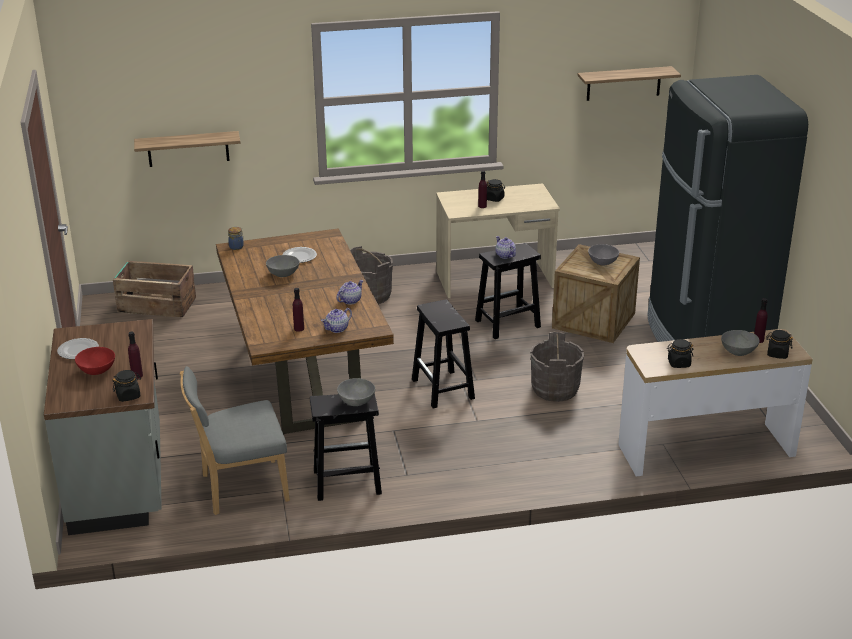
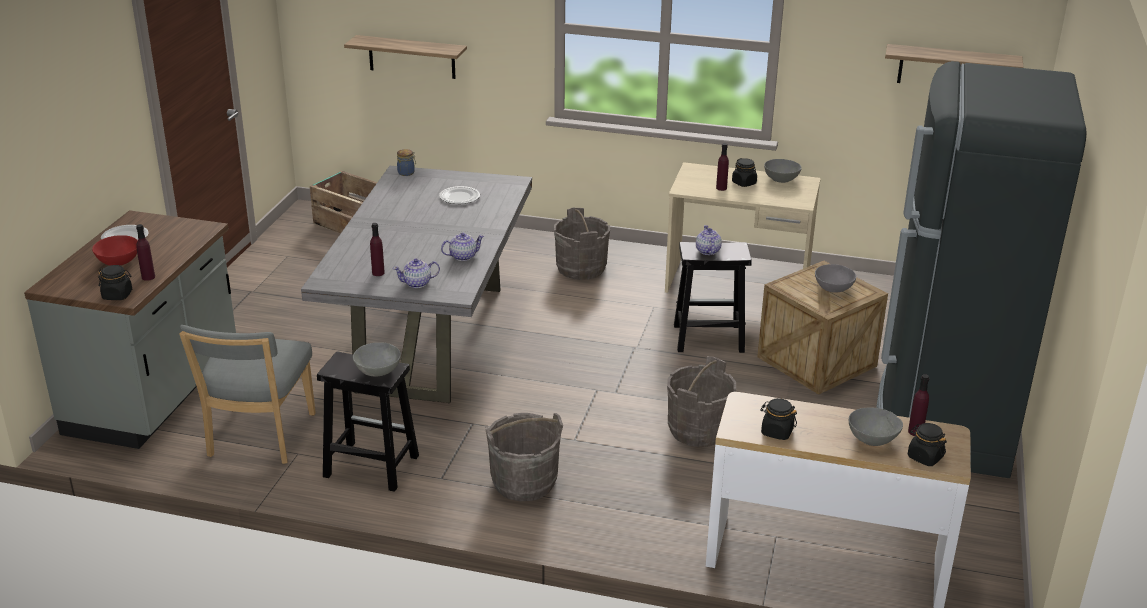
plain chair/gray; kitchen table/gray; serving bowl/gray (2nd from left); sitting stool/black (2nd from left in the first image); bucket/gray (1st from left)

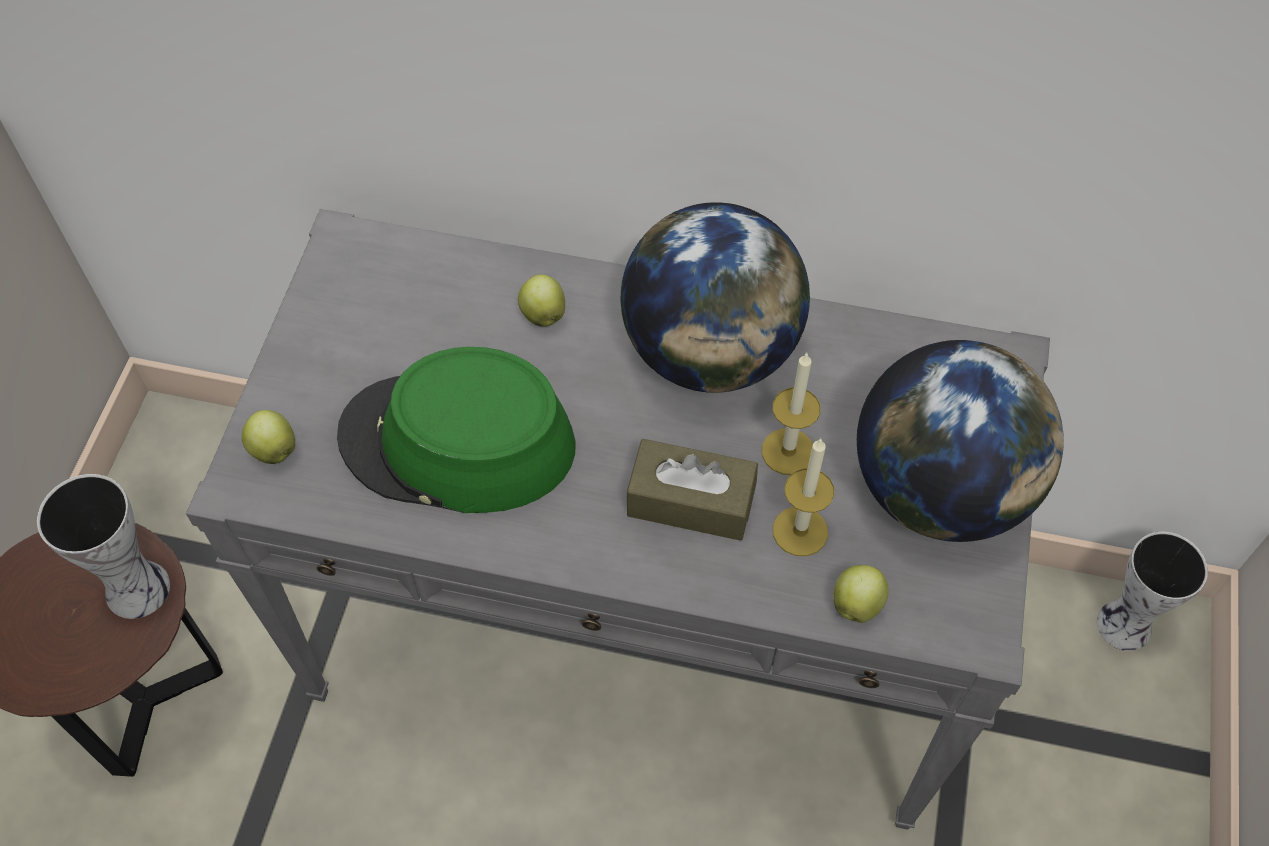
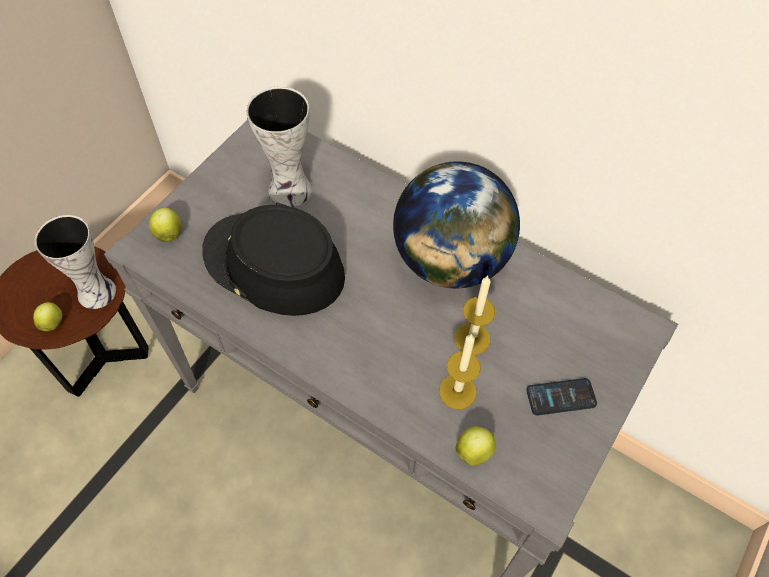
wearable hat/black; apple fruit (1st from left); tissue box/brownish; telephone; vase (2nd from left)

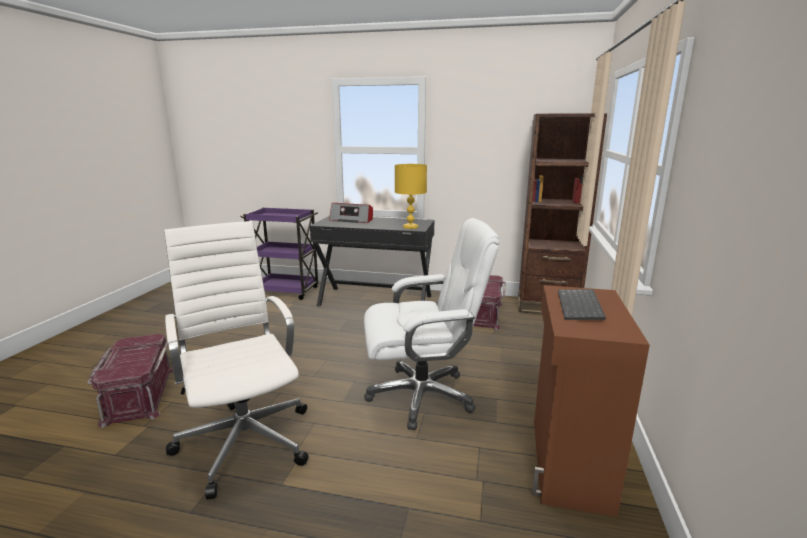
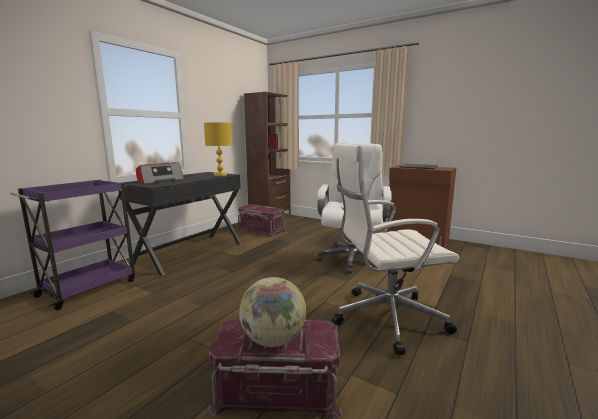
desk globe

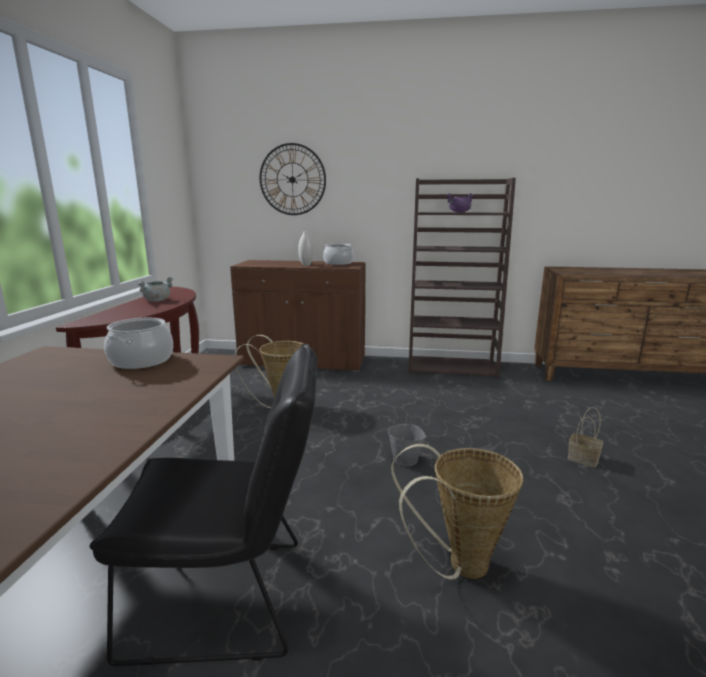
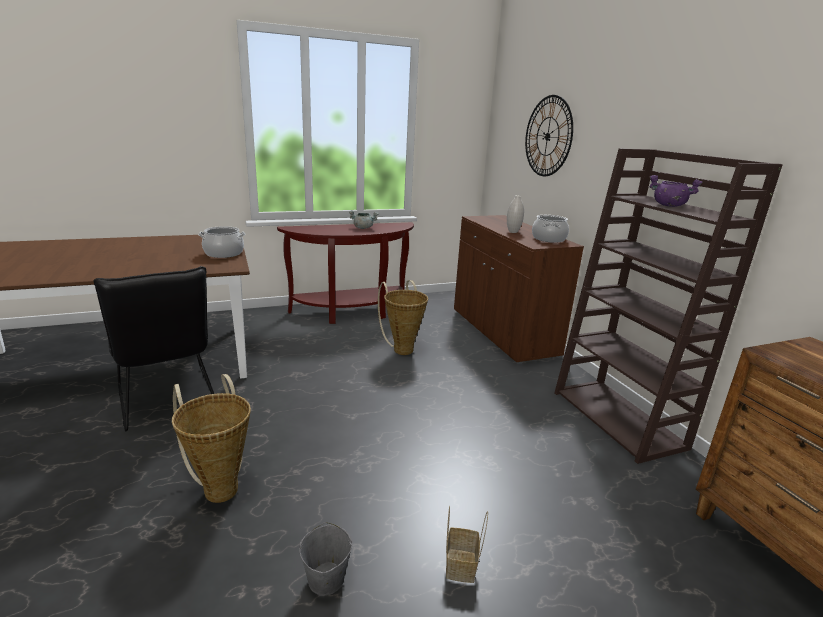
bucket/gray

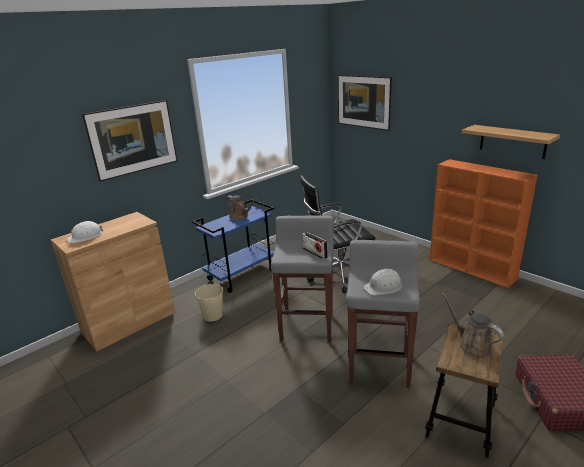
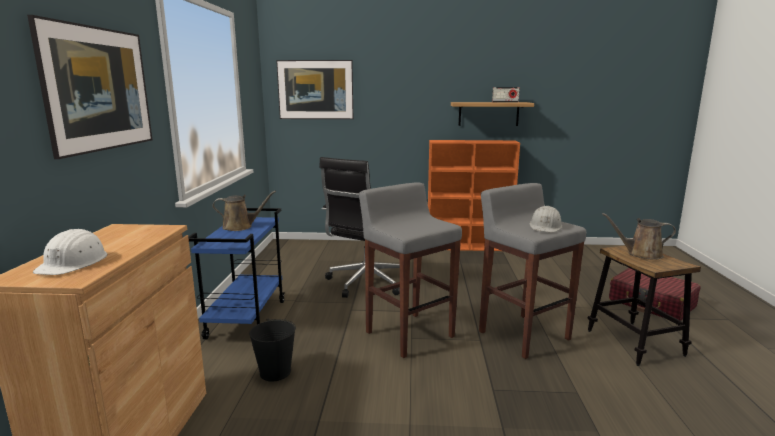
bucket/black; radio set

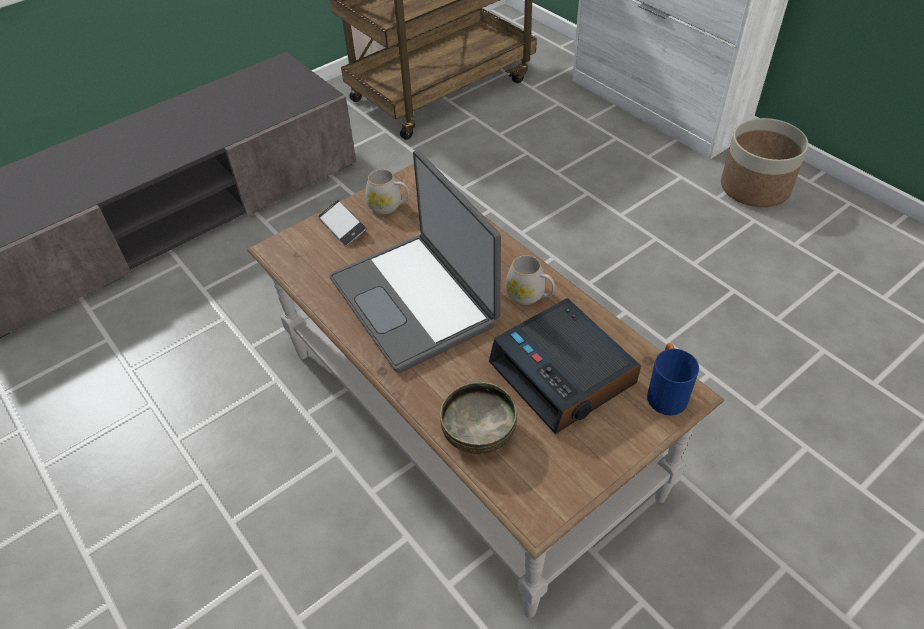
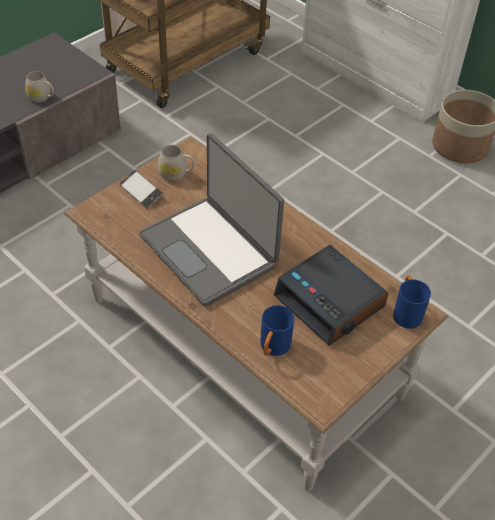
coffee mug/blue (1st from left); coffee mug/whitish (1st from left)

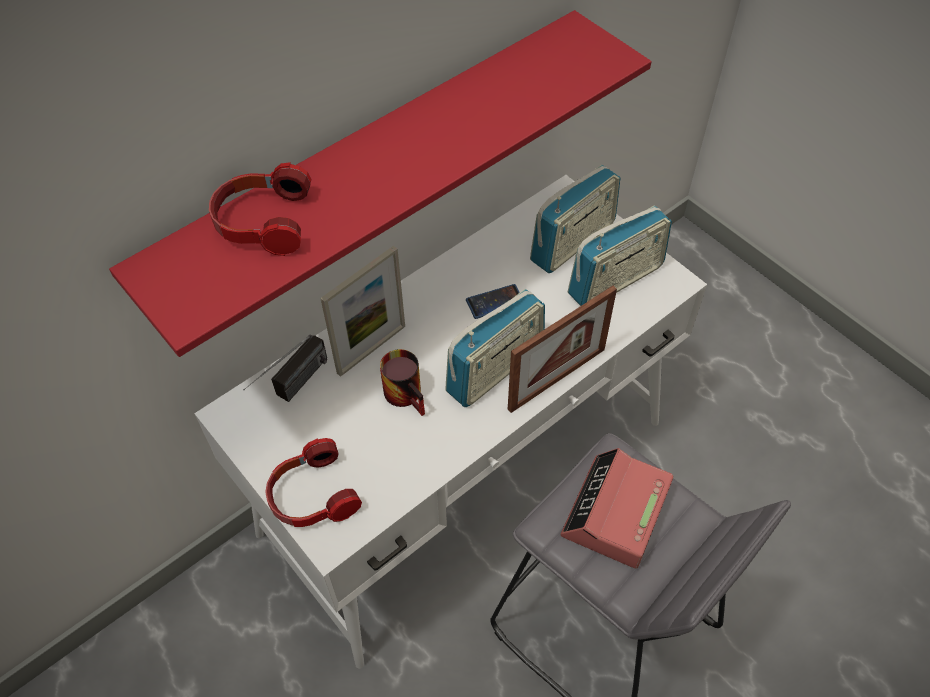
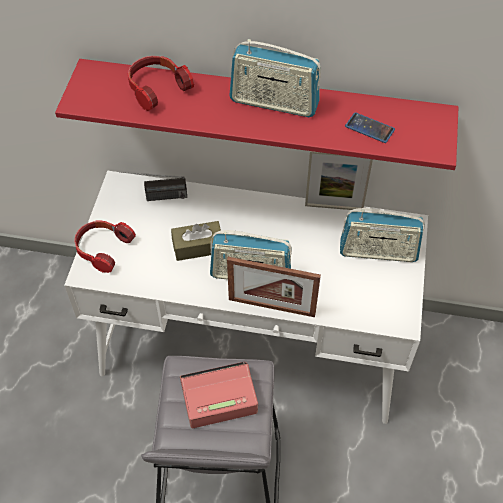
standing frame (2nd from left); tissue box/brownish; telephone; radio set (3rd from left)

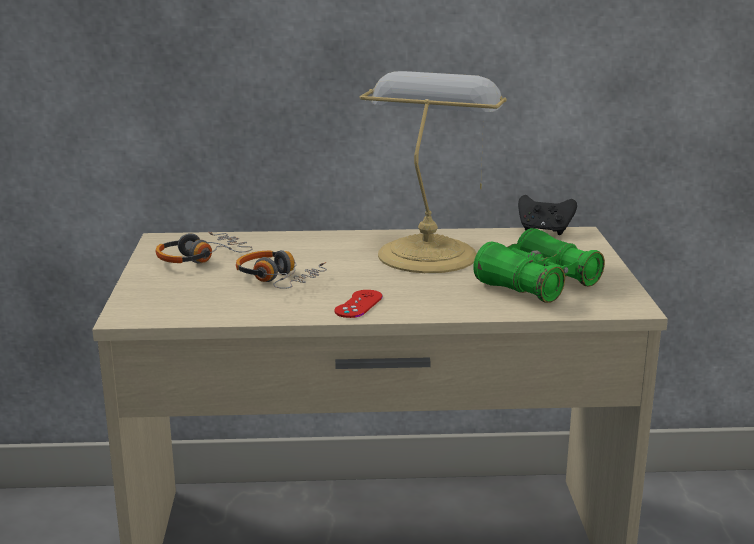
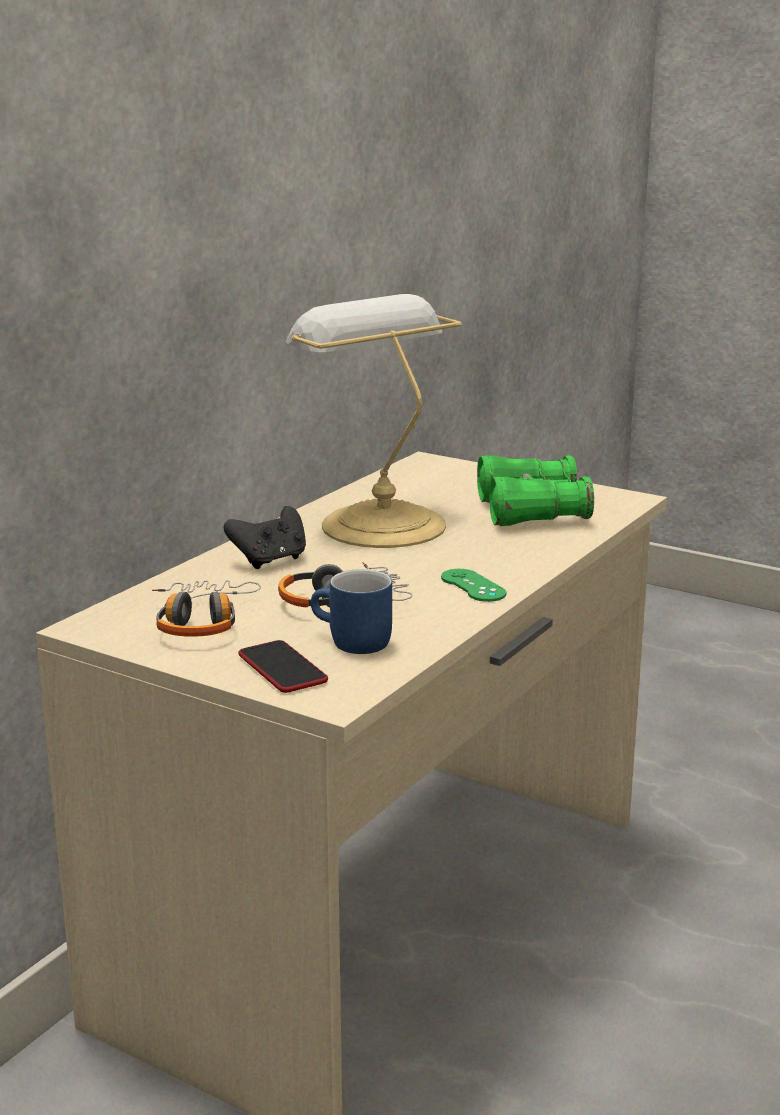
game controller/green-coloured; game controller/black; telephone; coffee mug/blue

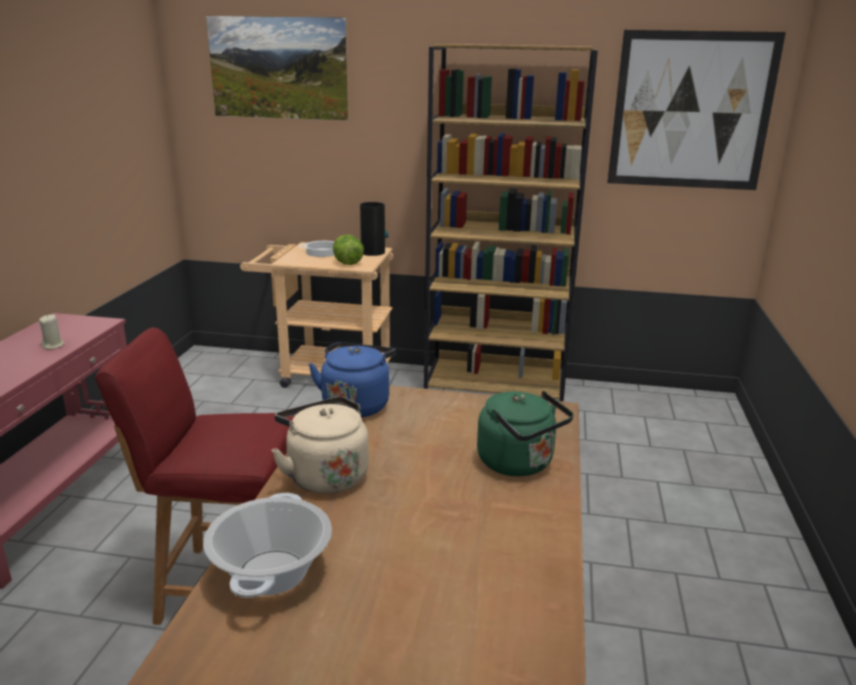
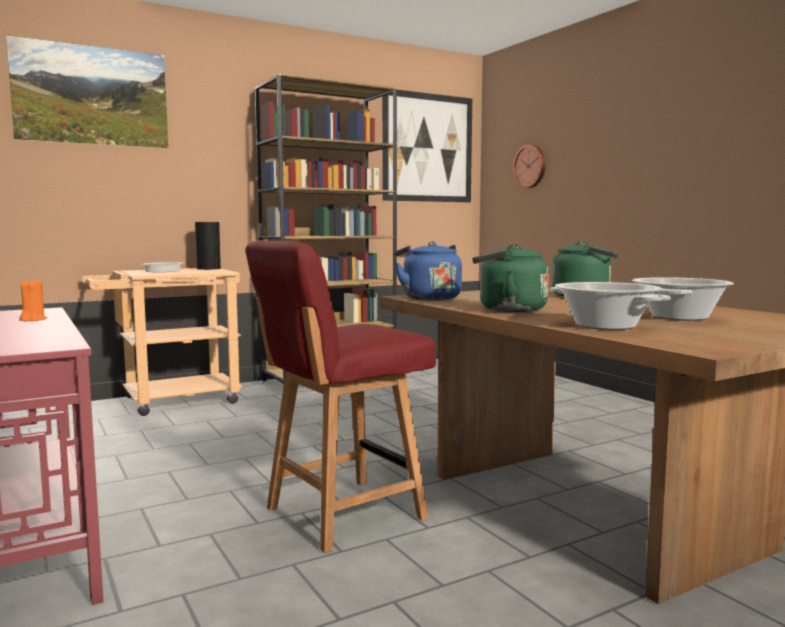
candle/orange; tea kettle/green-coloured (1st from left); lettuce head; clock on the wall; cooking pot (3rd from left)

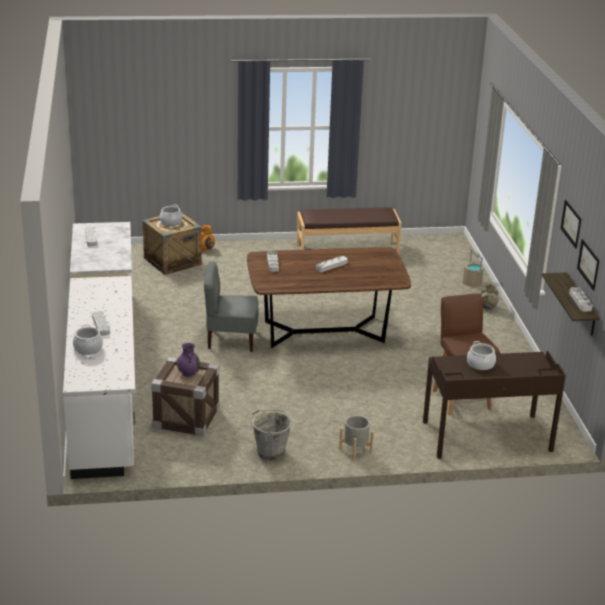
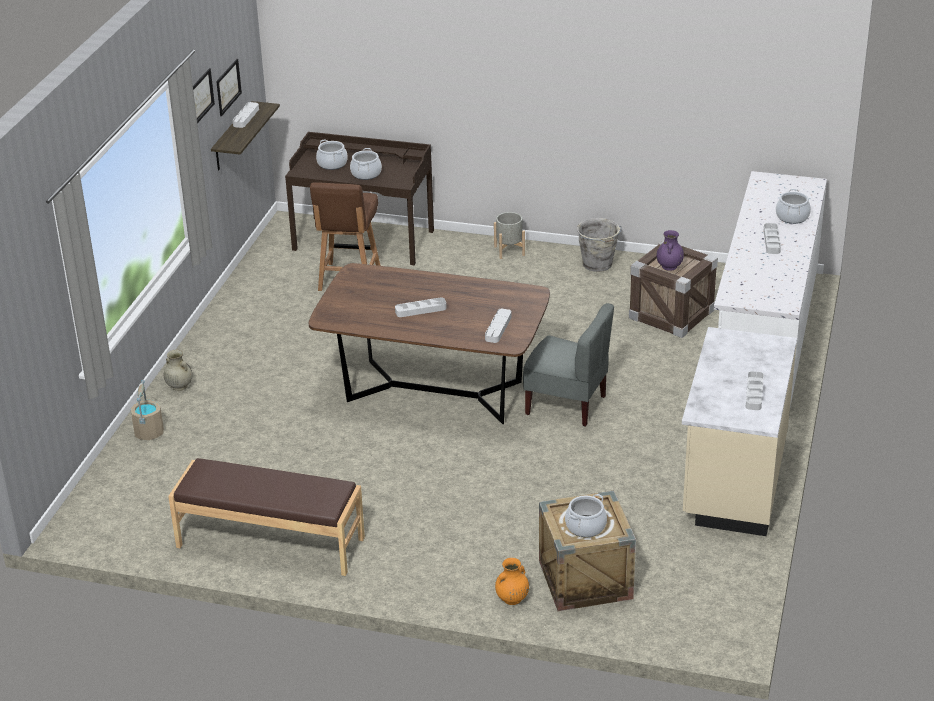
cooking pot (1st from left)

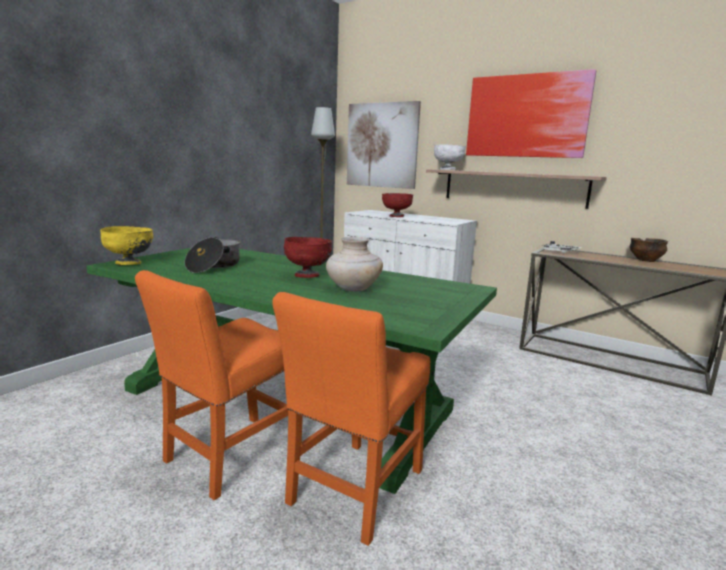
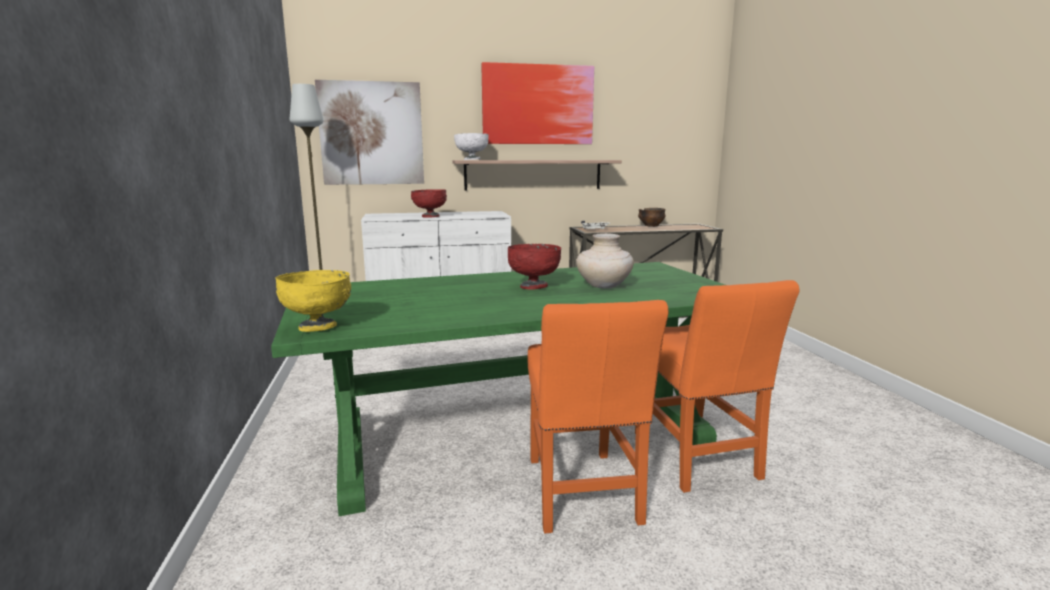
cooking pot

